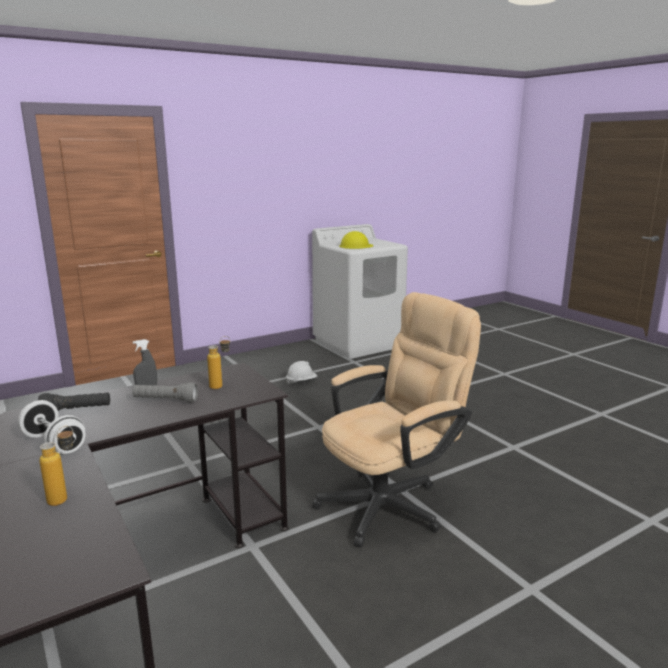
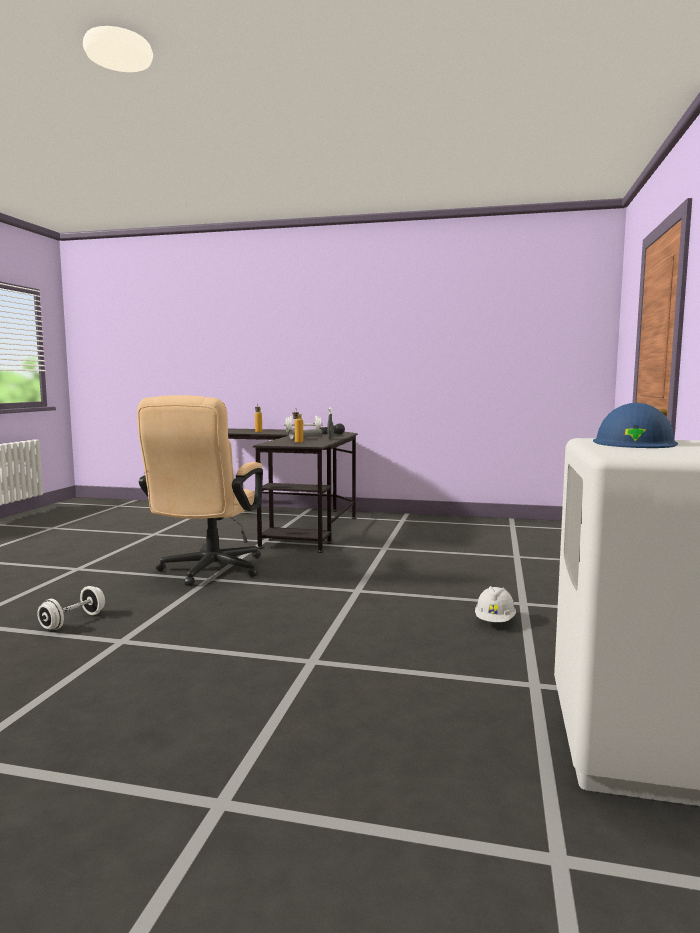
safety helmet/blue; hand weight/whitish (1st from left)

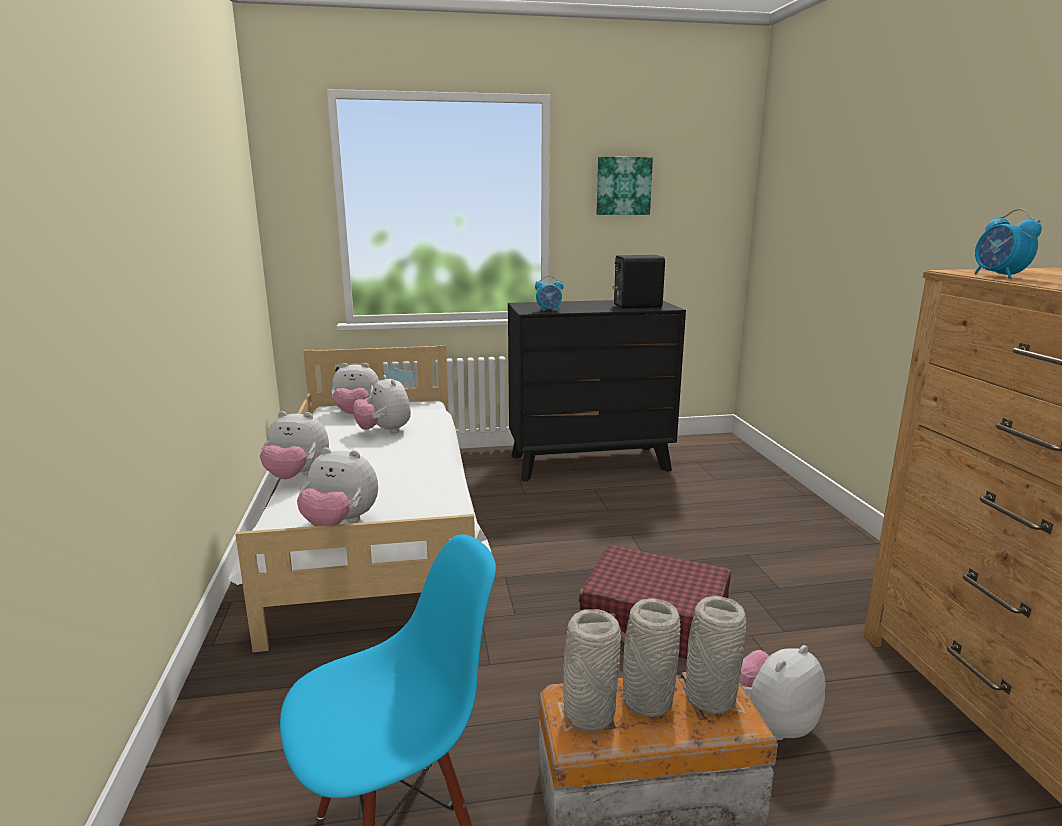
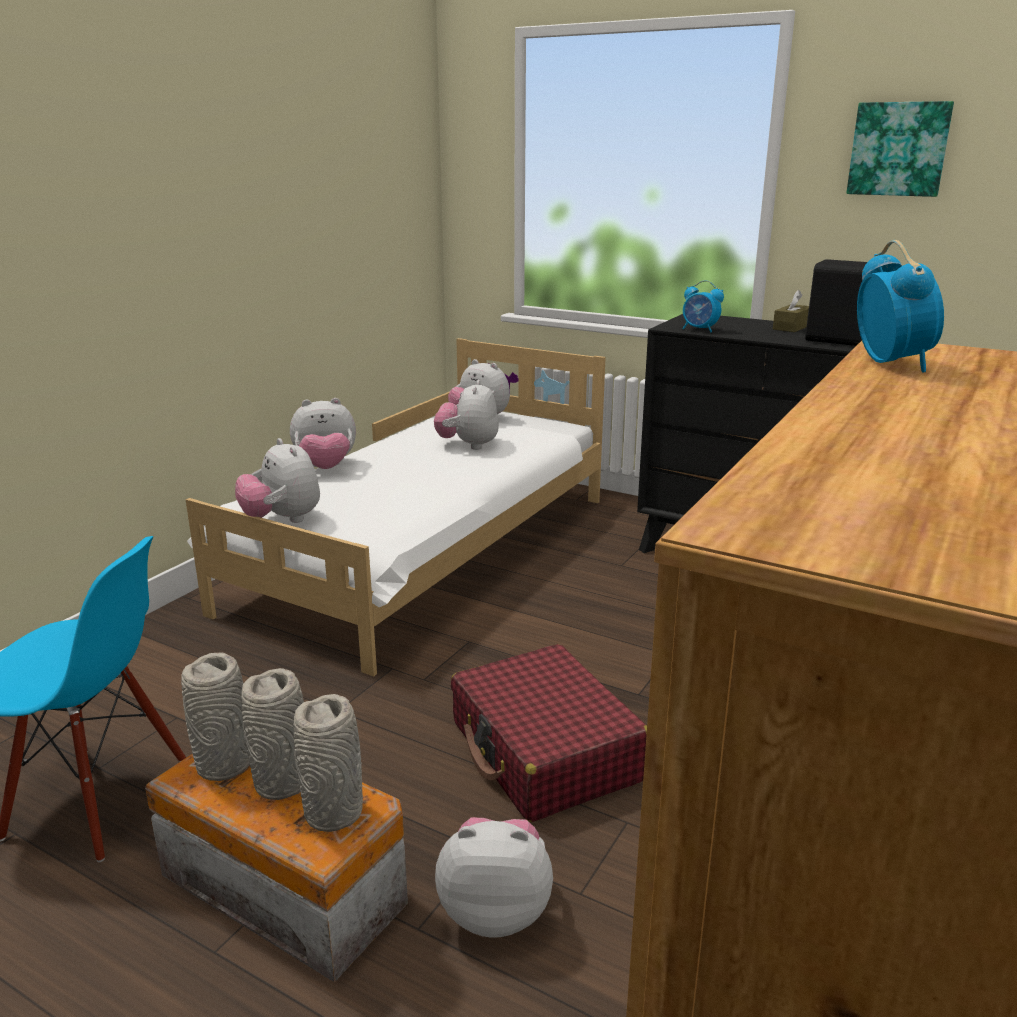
soft toy (2nd from left); table clock (2nd from left); tissue box/brownish

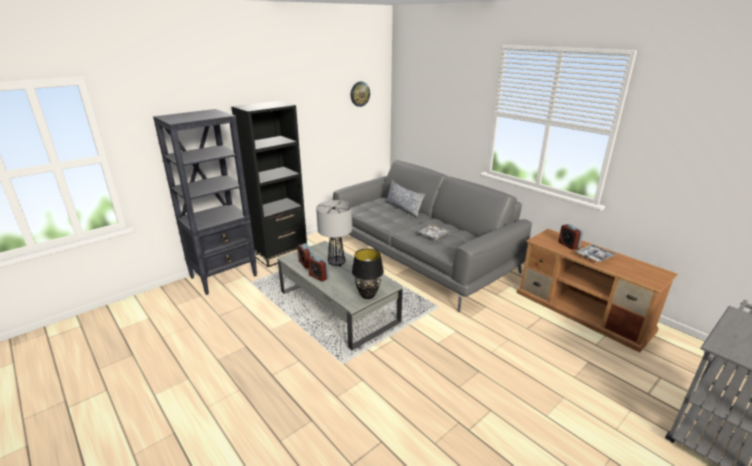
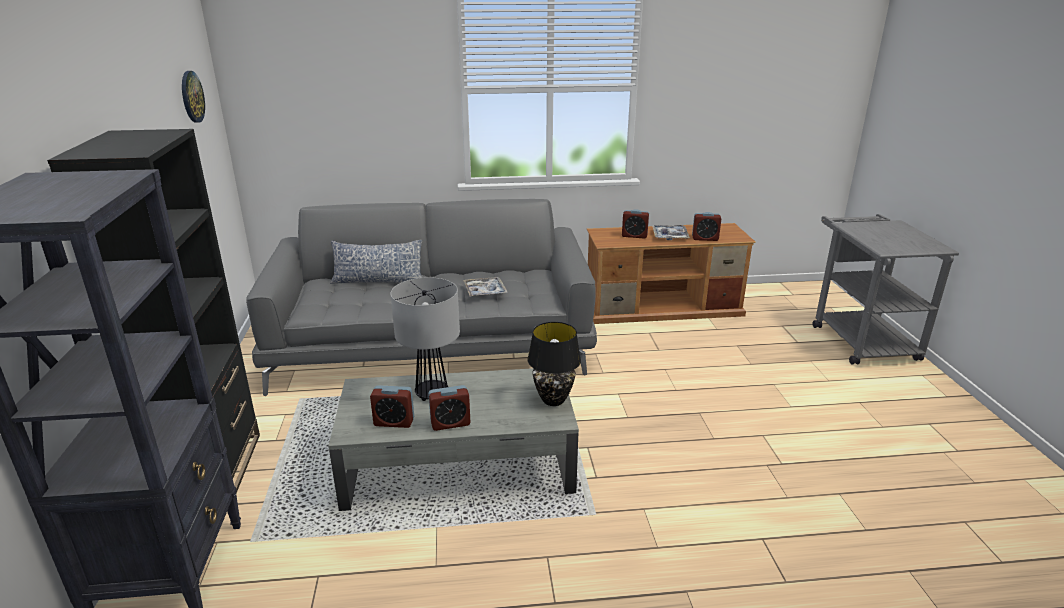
table clock (4th from left)

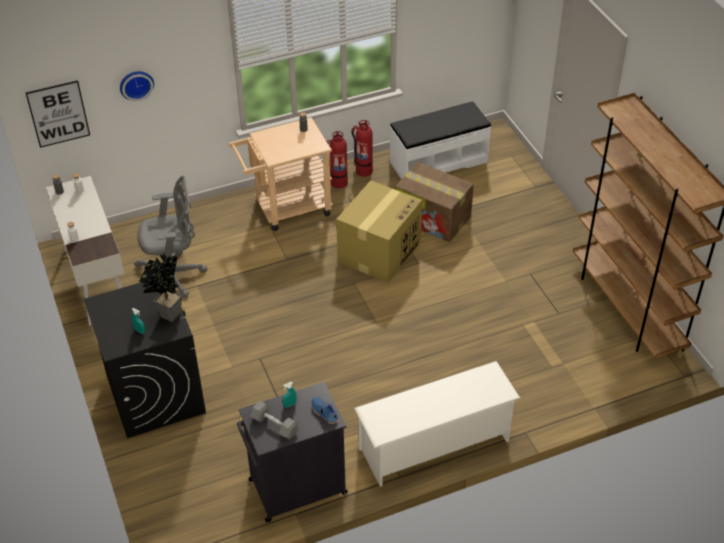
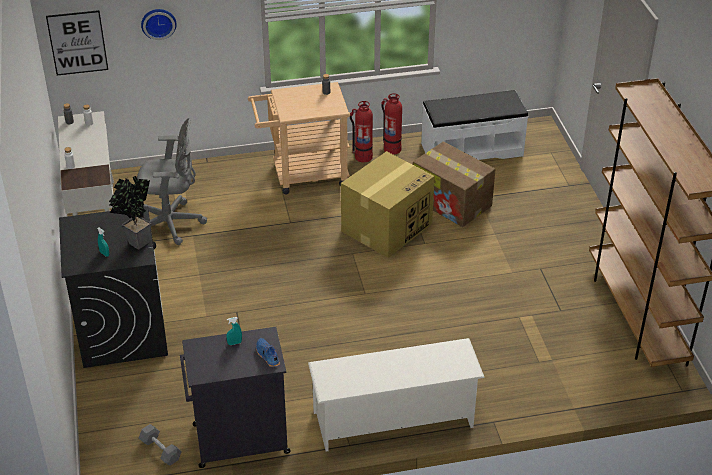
hand weight/gray

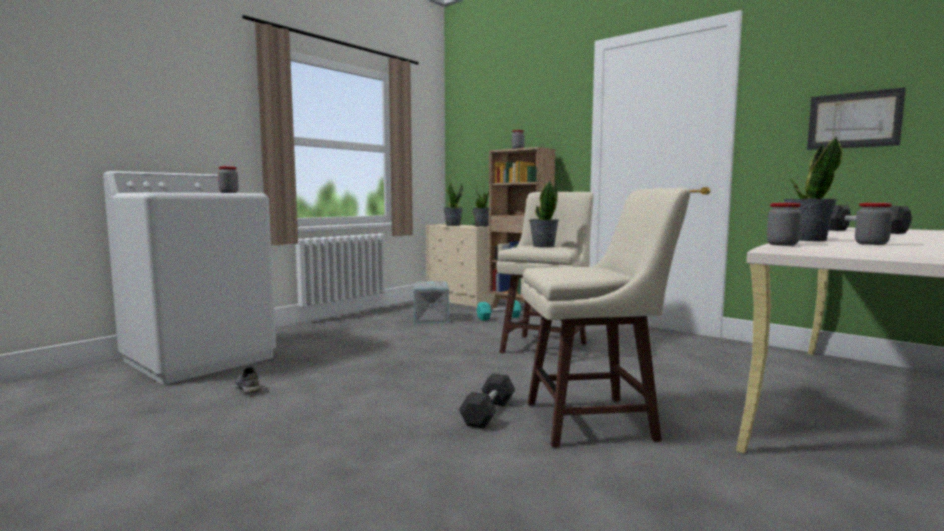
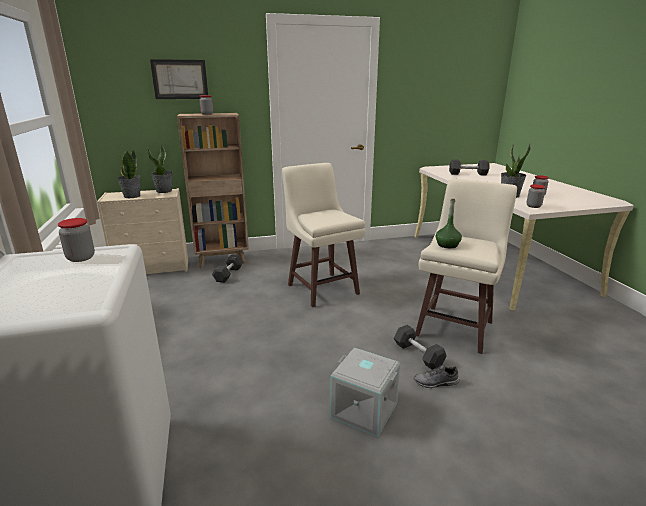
item of footwear/gray; storage box/gray; hand weight/gray (1st from left); potted plant (3rd from left in the first image); wall art; beverage bottle/green-coloured

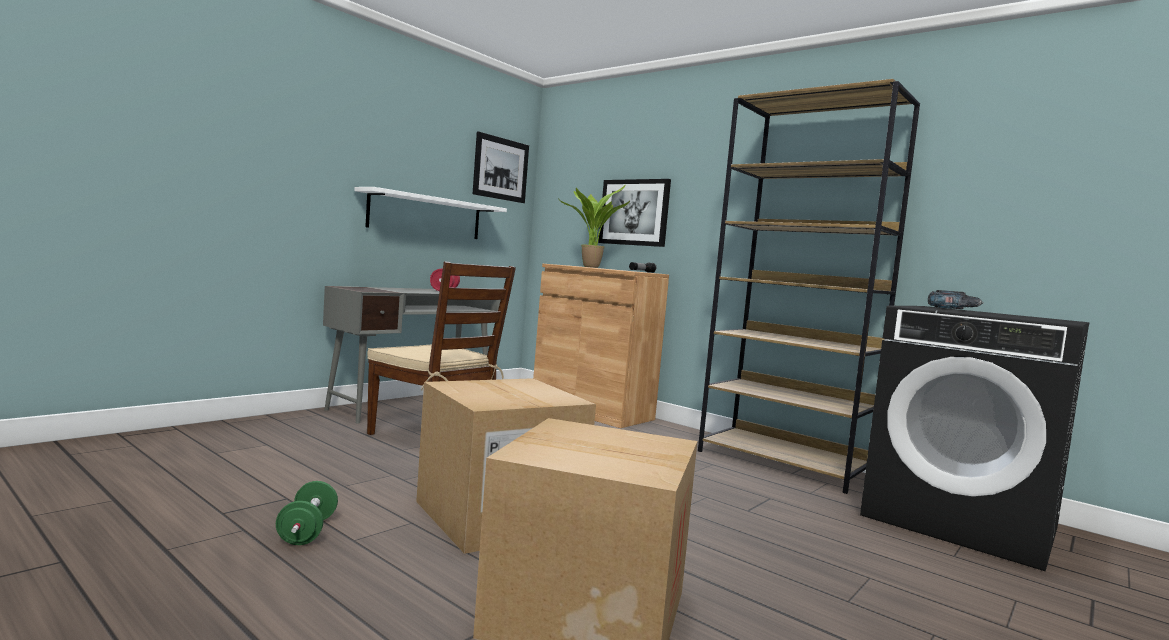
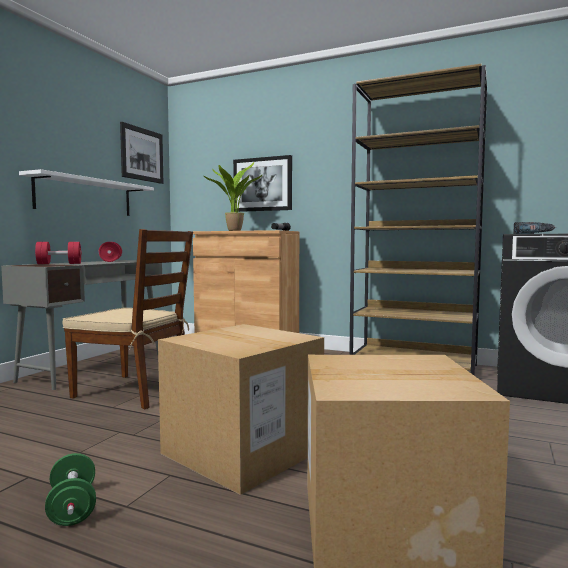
hand weight/reddish (1st from left)

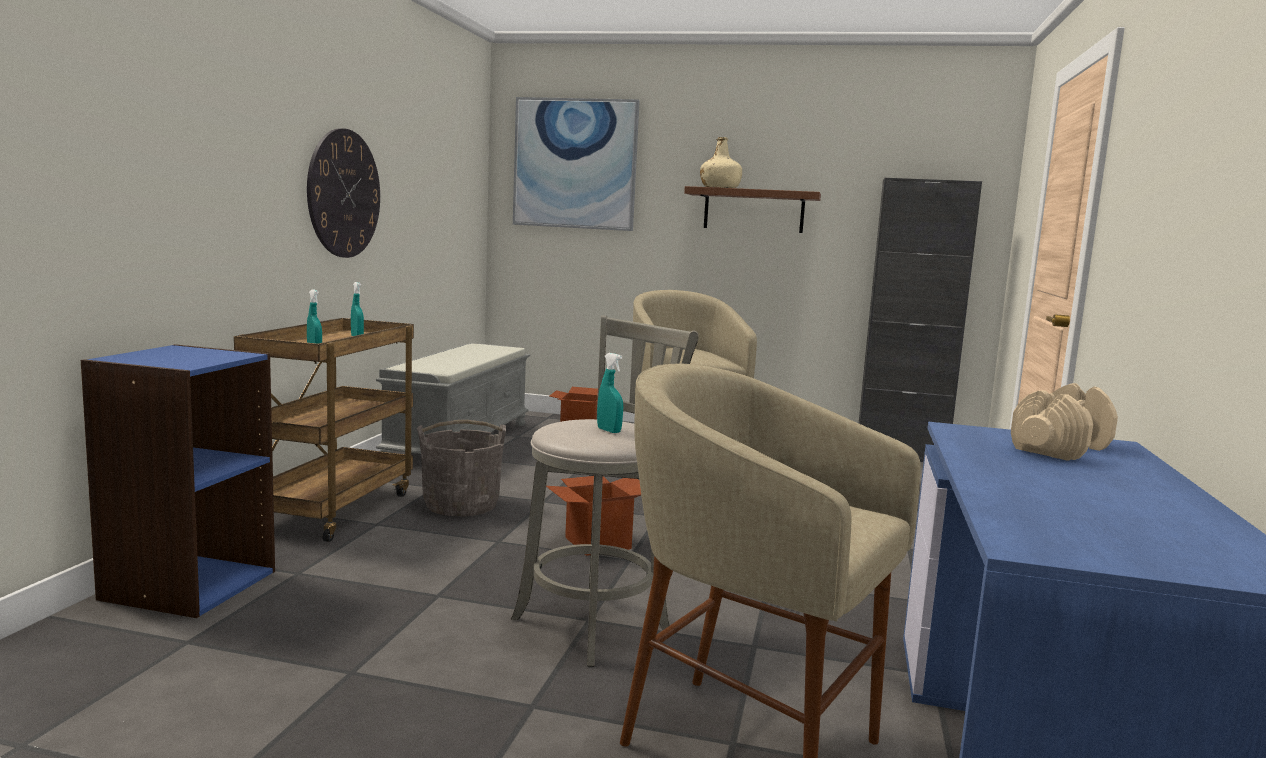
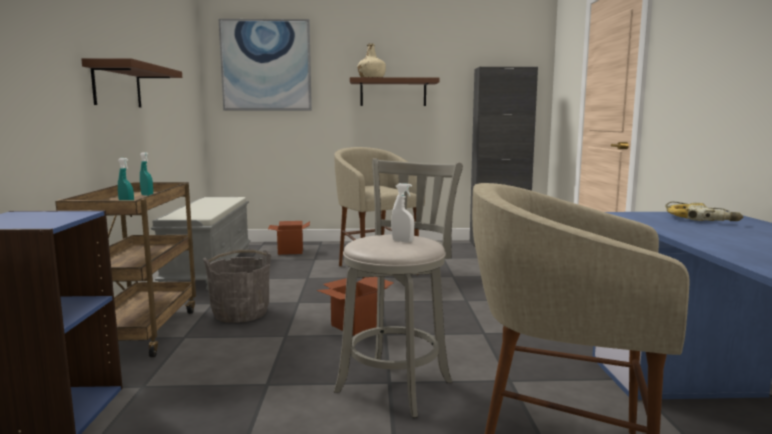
shelf/brownish (1st from left); sprayer/whitish; power drill

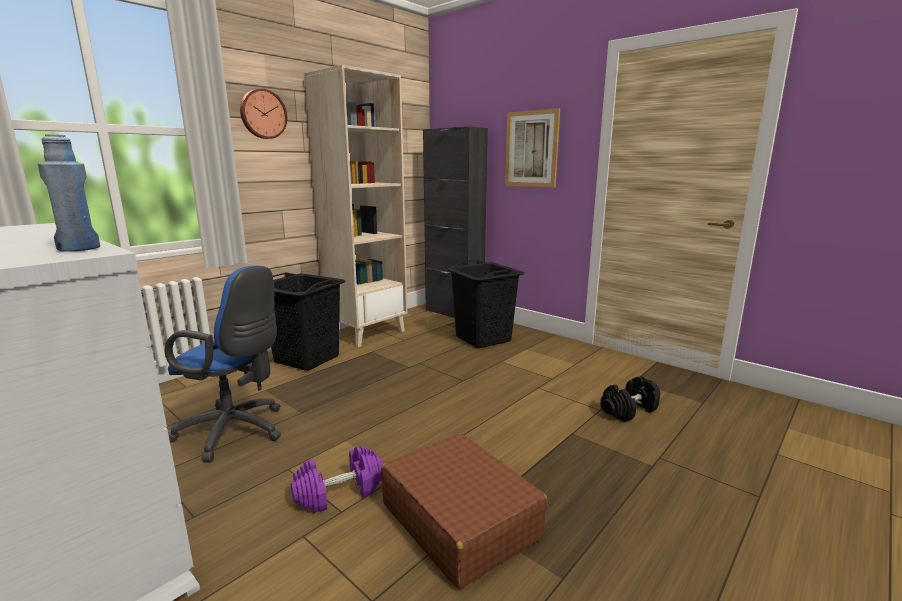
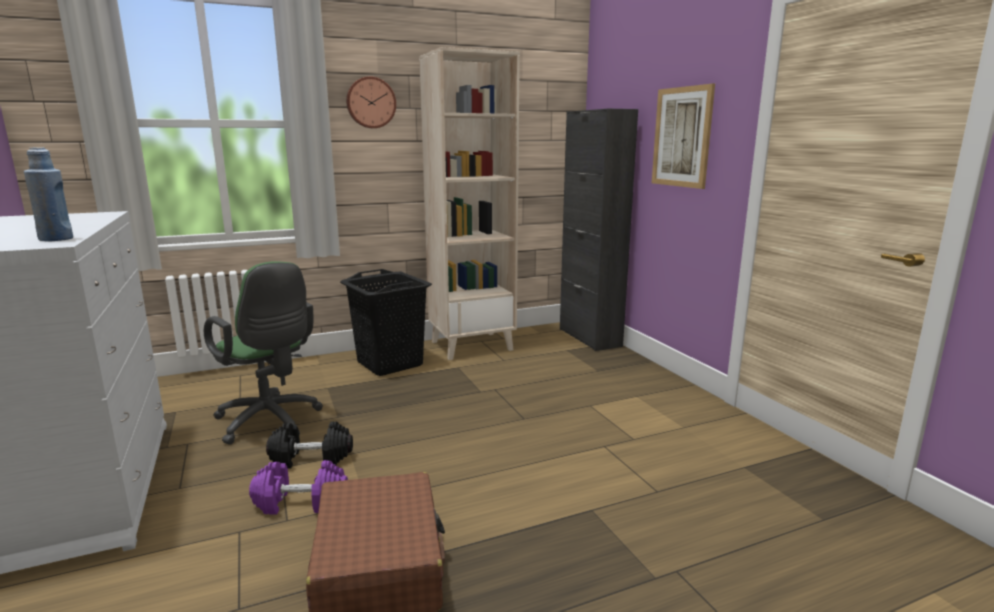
computer chair/green-coloured; laundry basket/black (2nd from left in the first image); hand weight/black

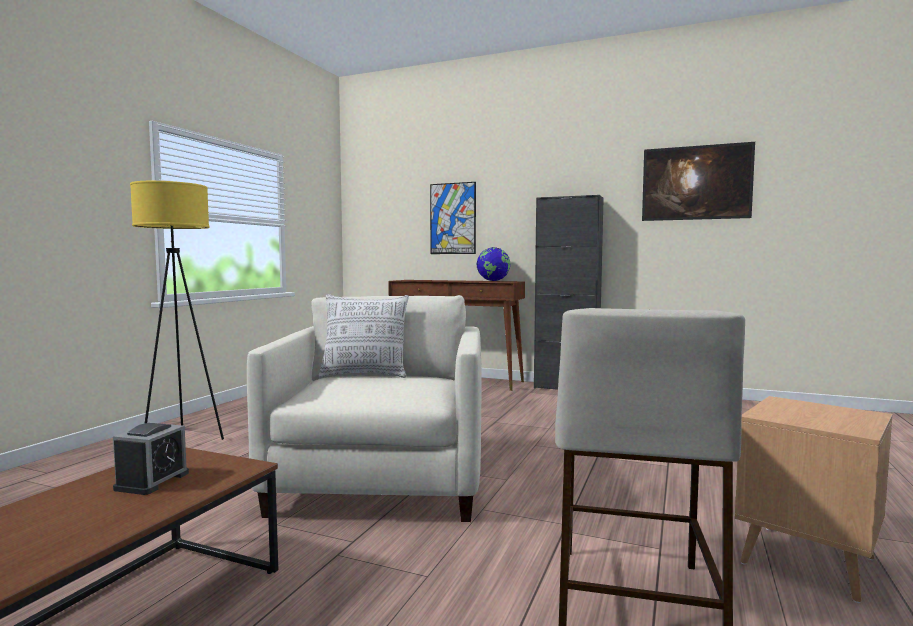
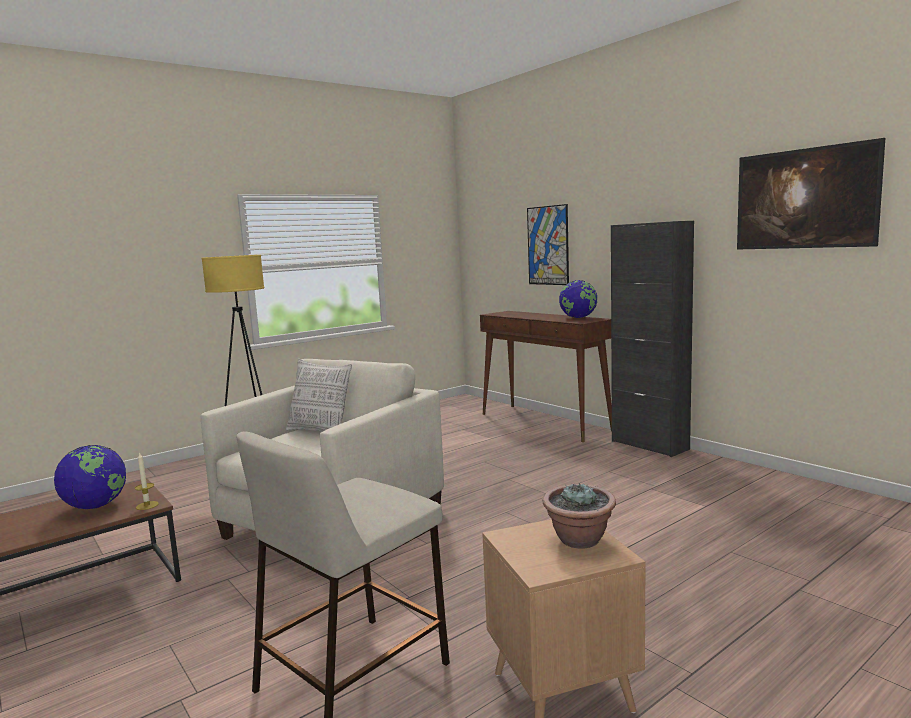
desk globe (1st from left); candle; potted plant

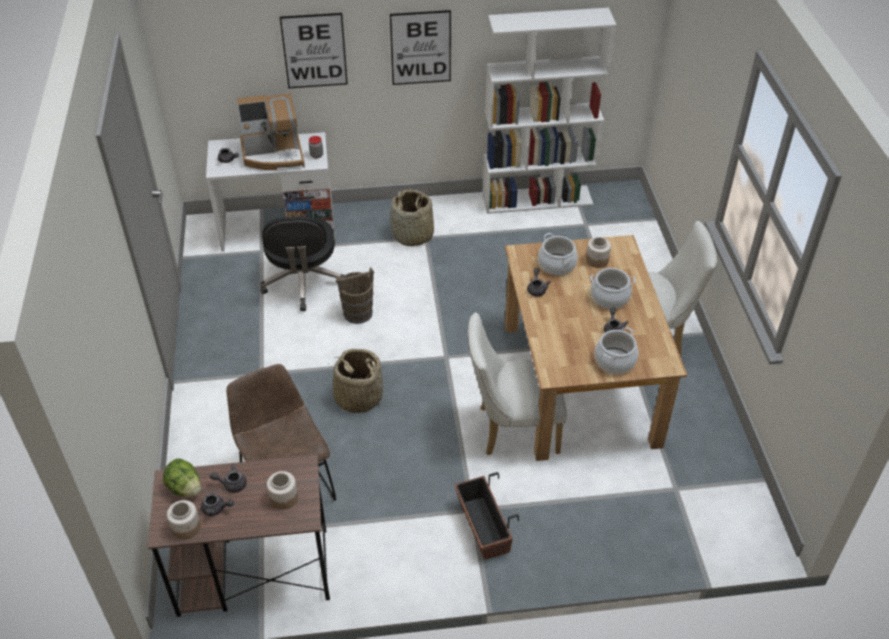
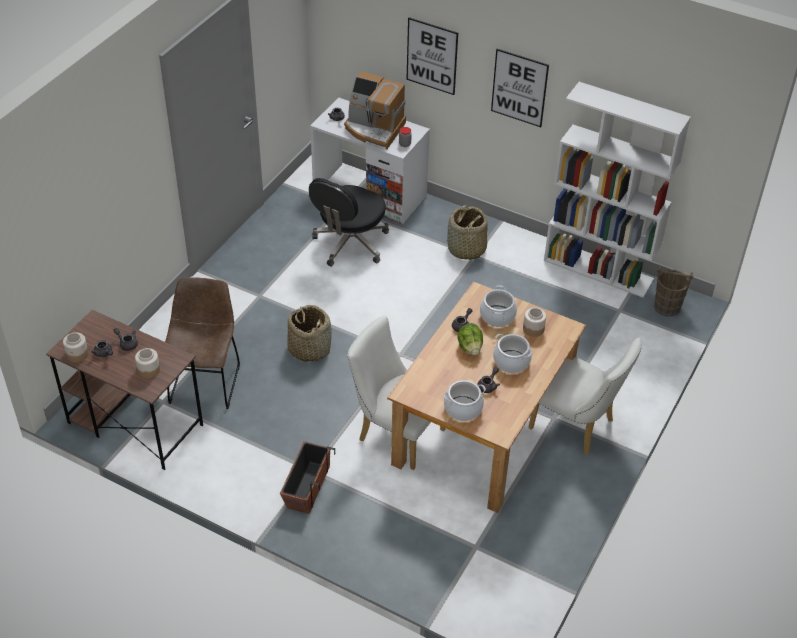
lettuce head; bucket/brownish

